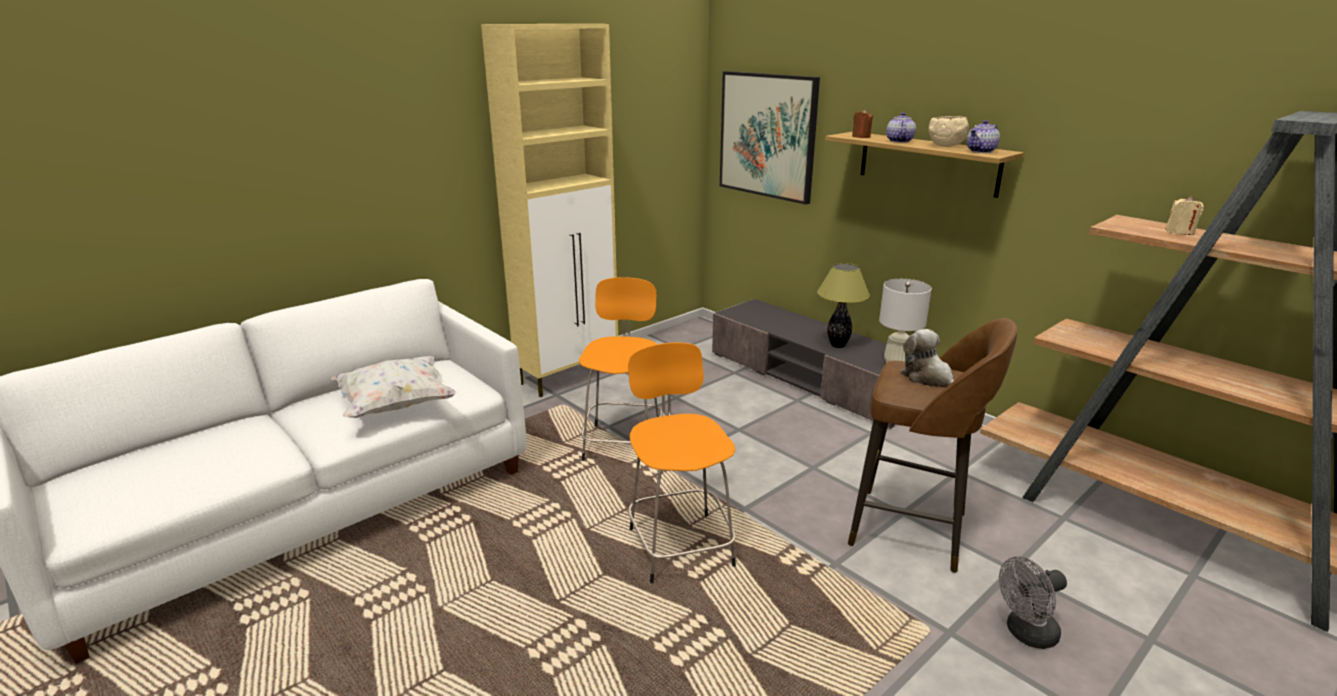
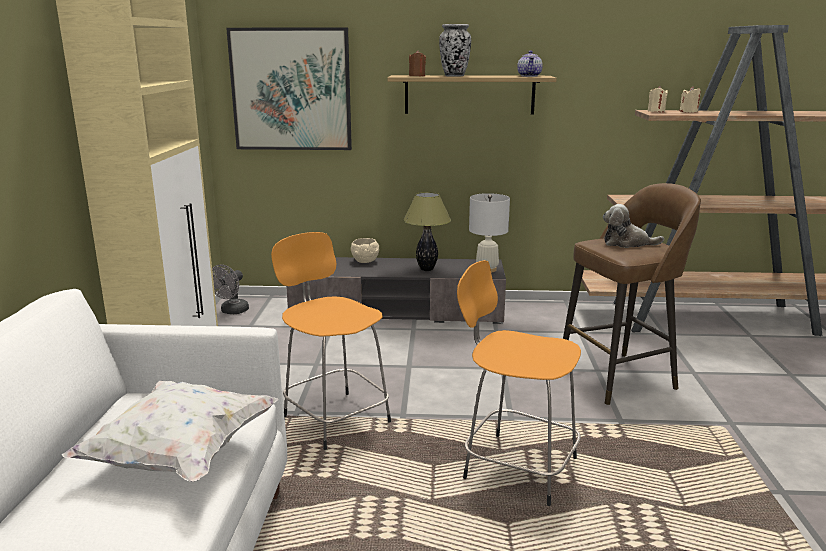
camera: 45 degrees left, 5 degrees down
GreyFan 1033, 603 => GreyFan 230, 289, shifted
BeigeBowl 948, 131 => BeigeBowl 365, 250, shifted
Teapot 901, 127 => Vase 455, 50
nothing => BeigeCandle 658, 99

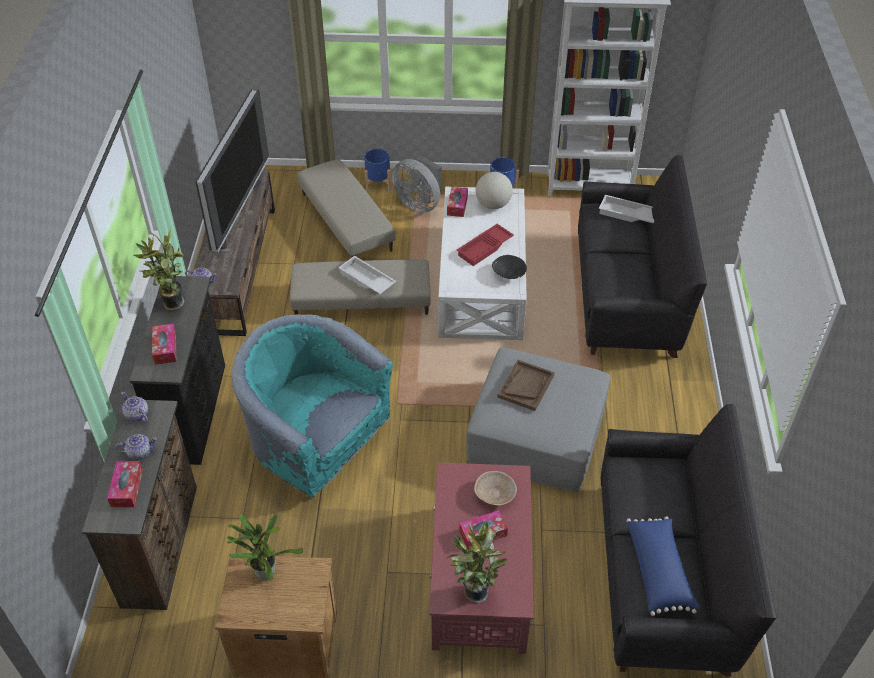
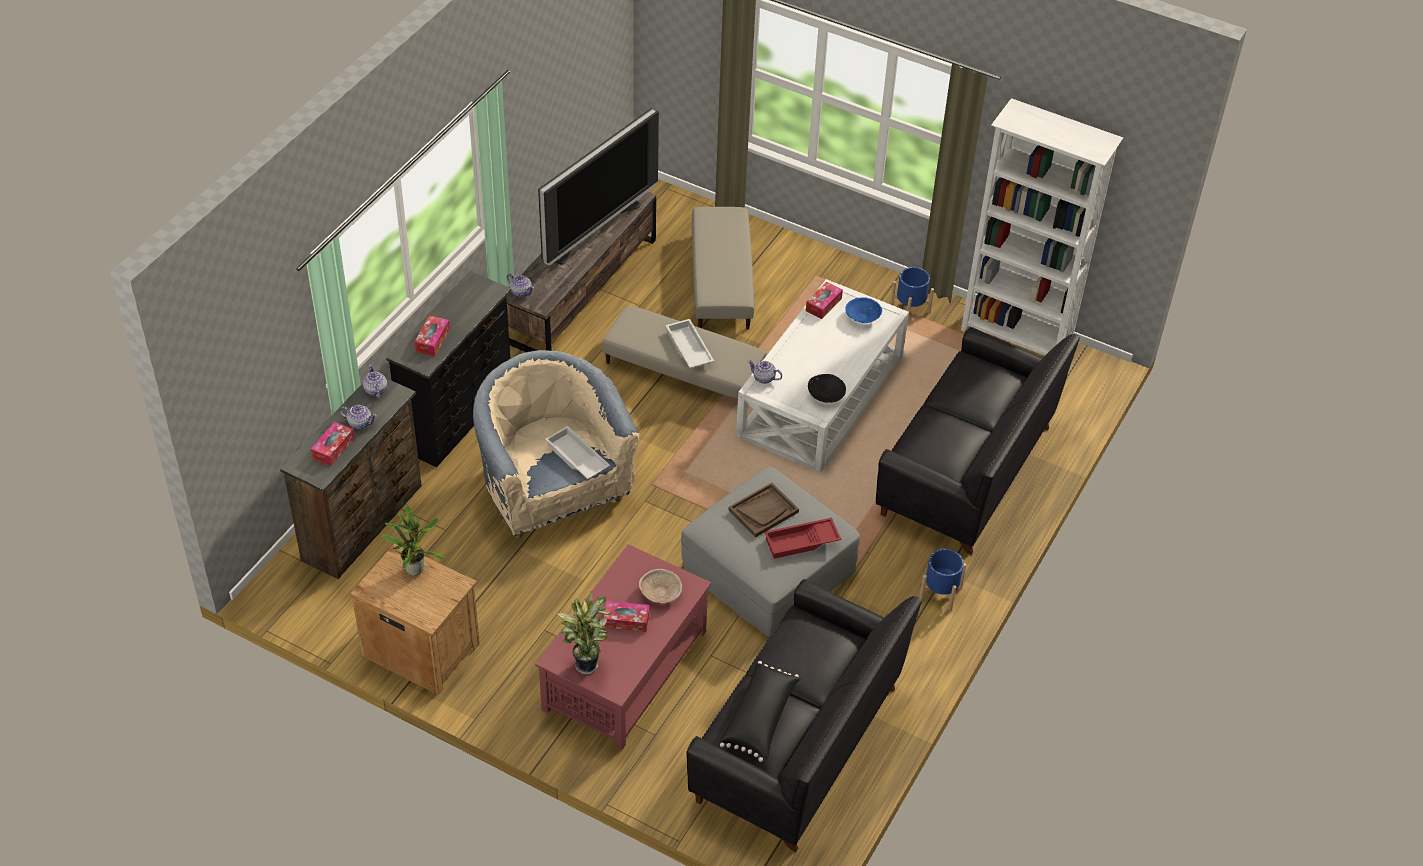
camera: 25 degrees right, 0 degrees up
TurquoiseArmchair 312, 407 => BeigeArmchair 556, 445
WhiteTray 626, 209 => WhiteTray 577, 452, shifted
BluePillow 663, 566 => BlackPillow 760, 711
nothing => Teapot 765, 372
RedTray 485, 245 => RedTray 802, 538, shifted
Globe 494, 190 => BlueBowl 863, 310
BluePlanter 377, 171 => BluePlanter 942, 580, shifted
PottedPlant 159, 270 => nothing
GreyFan 417, 184 => nothing

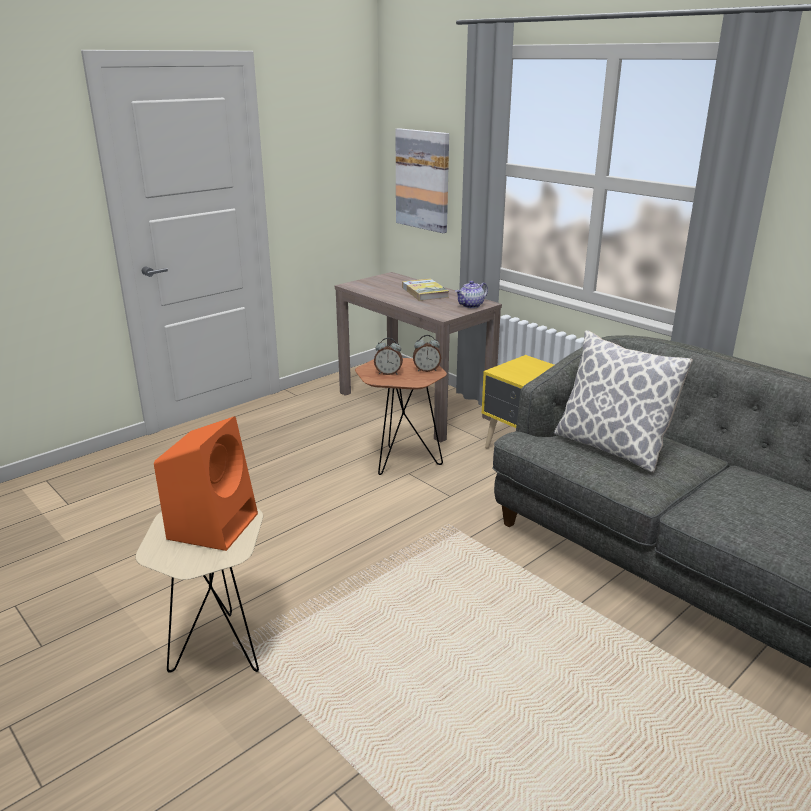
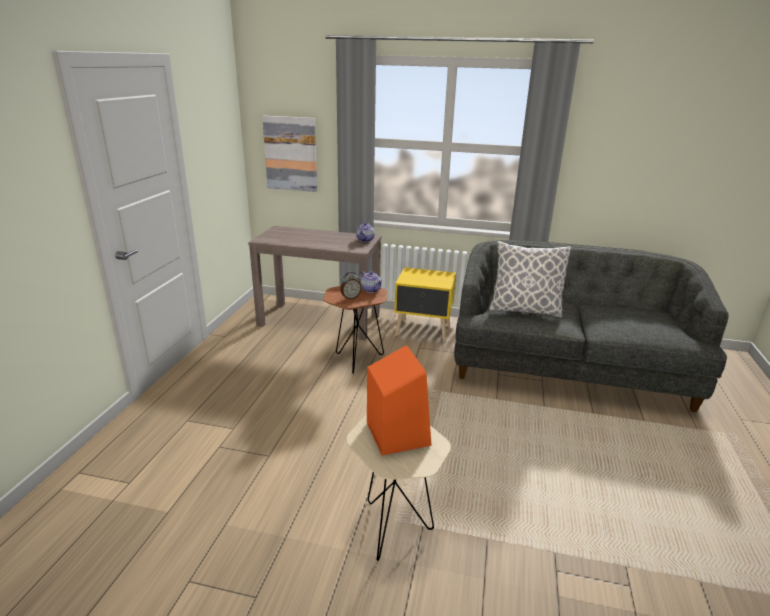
camera: 35 degrees left, 0 degrees up
AlarmClock 427, 353 => Teapot 371, 282
Book 425, 289 => nothing

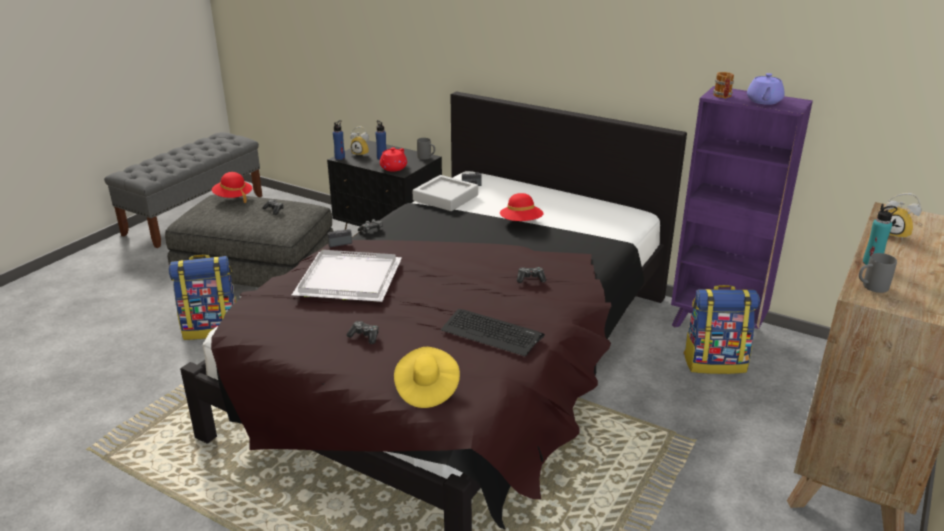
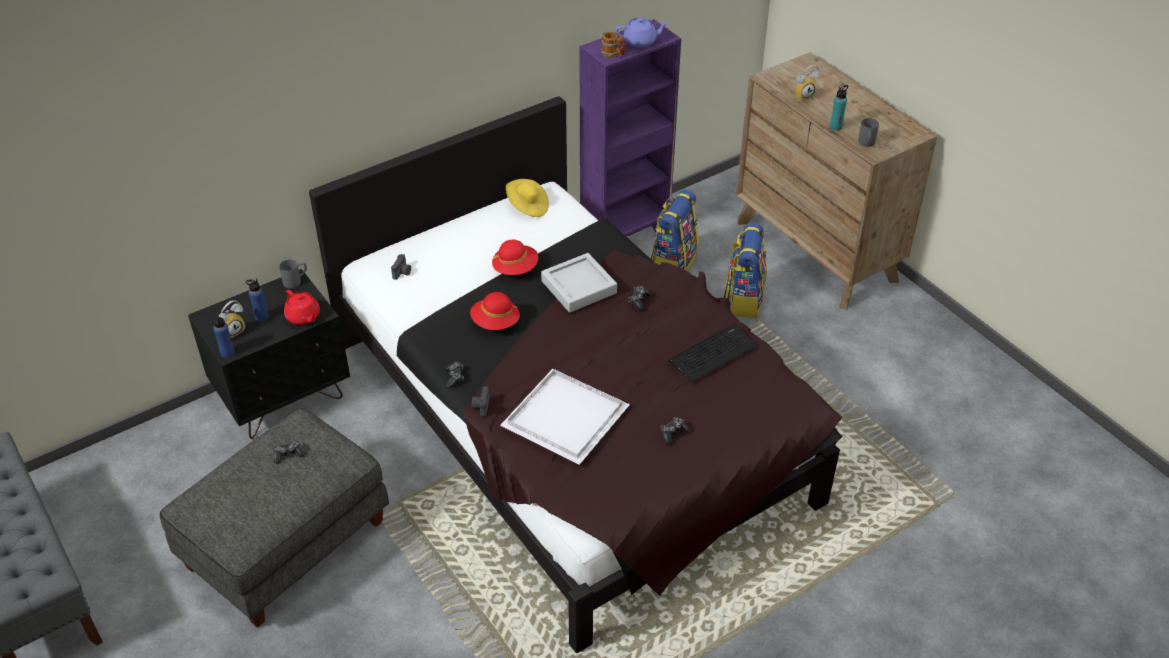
camera: 65 degrees left, 15 degrees up
RedHat 232, 187 => RedHat 495, 311, shifted
YellowHat 427, 377 => YellowHat 527, 198, shifted
GreyTray 445, 193 => GreyTray 579, 283, shifted
PurpleTeapot 766, 89 => PurpleTeapot 642, 33, 45 degrees counterclockwise
Backpack 202, 297 => Backpack 745, 270, shifted

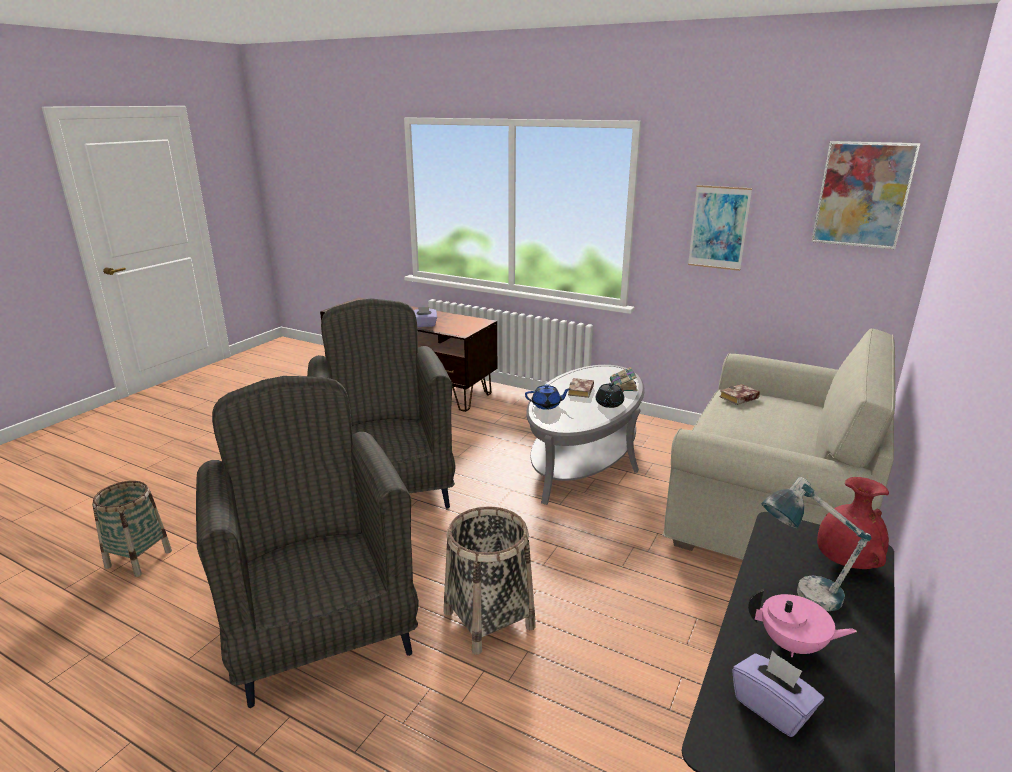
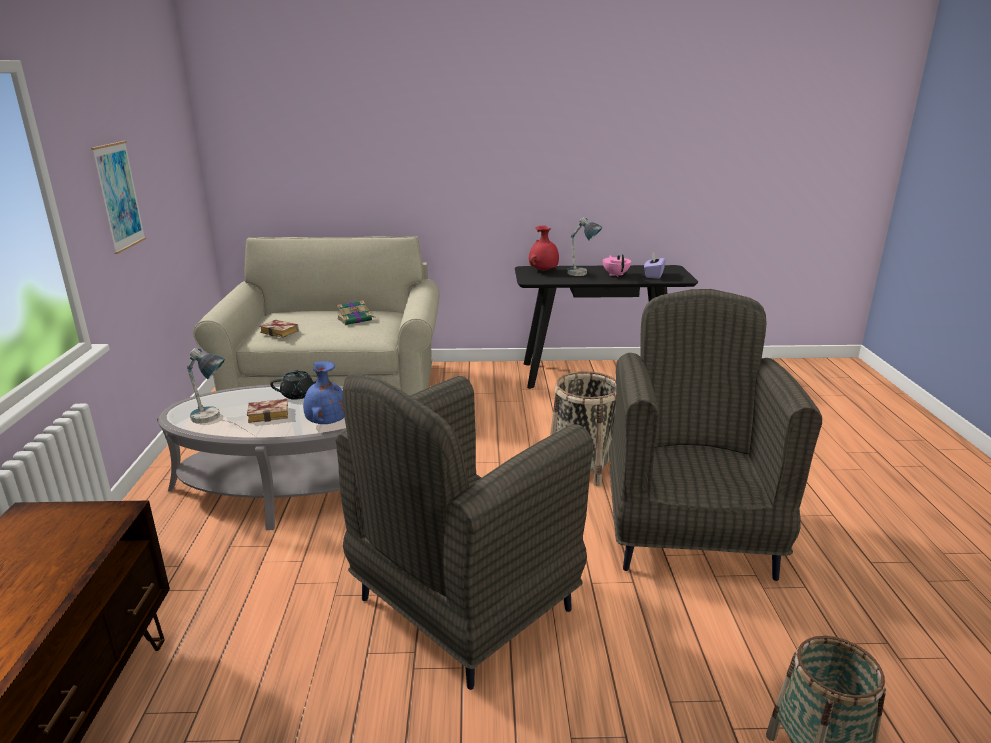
camera: 120 degrees left, 0 degrees up
nothing => TableLamp 206, 385
BlueTeapot 547, 397 => BlueVase 324, 392
Book 624, 379 => Book 355, 312, shifted
GreyArmchair 307, 542 => GreyArmchair 715, 435, 150 degrees clockwise
PurpleTissueBox 425, 317 => nothing
Picture 865, 195 => nothing

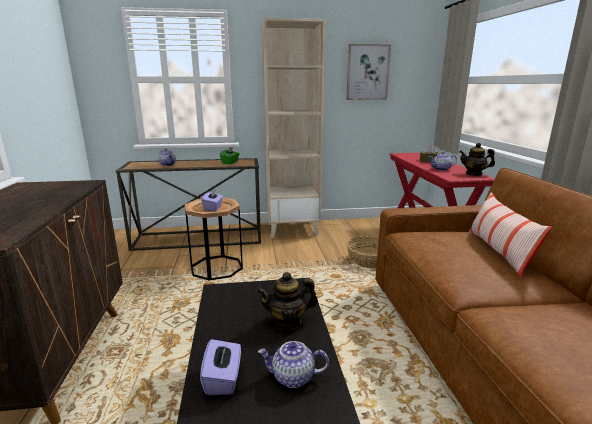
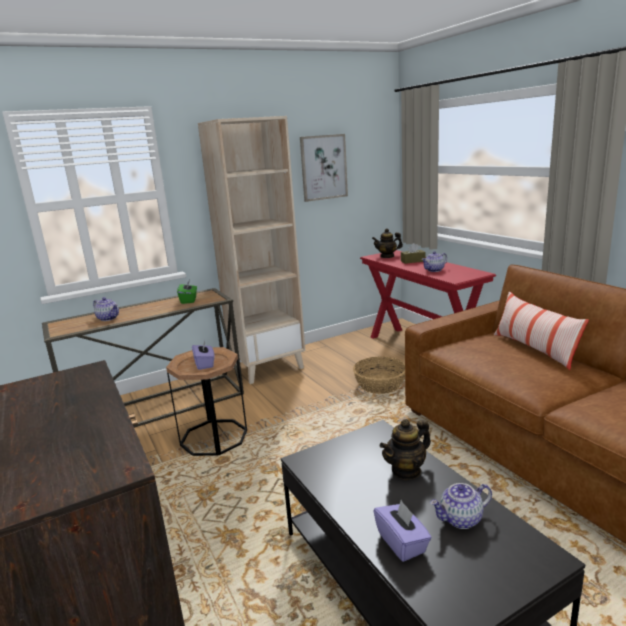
camera: 20 degrees left, 0 degrees up
Teapot 477, 159 => Teapot 387, 243, shifted

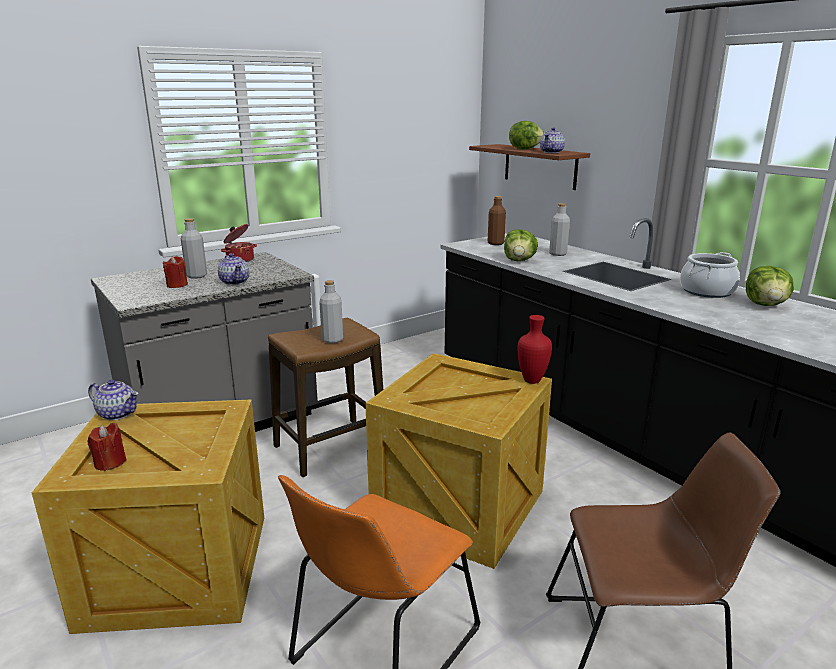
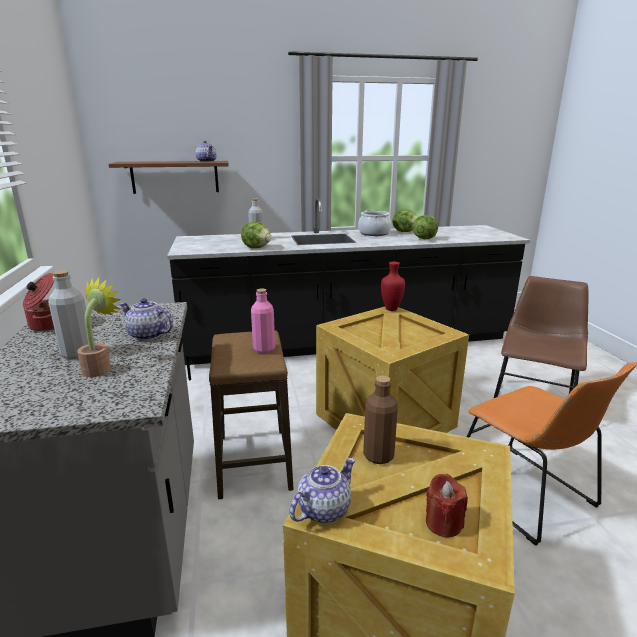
camera: 65 degrees left, 0 degrees up
RedCandle 175, 272 => PottedPlant 99, 327
Teapot 233, 269 => Teapot 146, 319, 150 degrees counterclockwise
GreyBottle 331, 311 => PinkBottle 263, 321
BrownBottle 497, 220 => BrownBottle 380, 420, shifted
Lettuce 527, 135 => Lettuce 425, 227, shifted

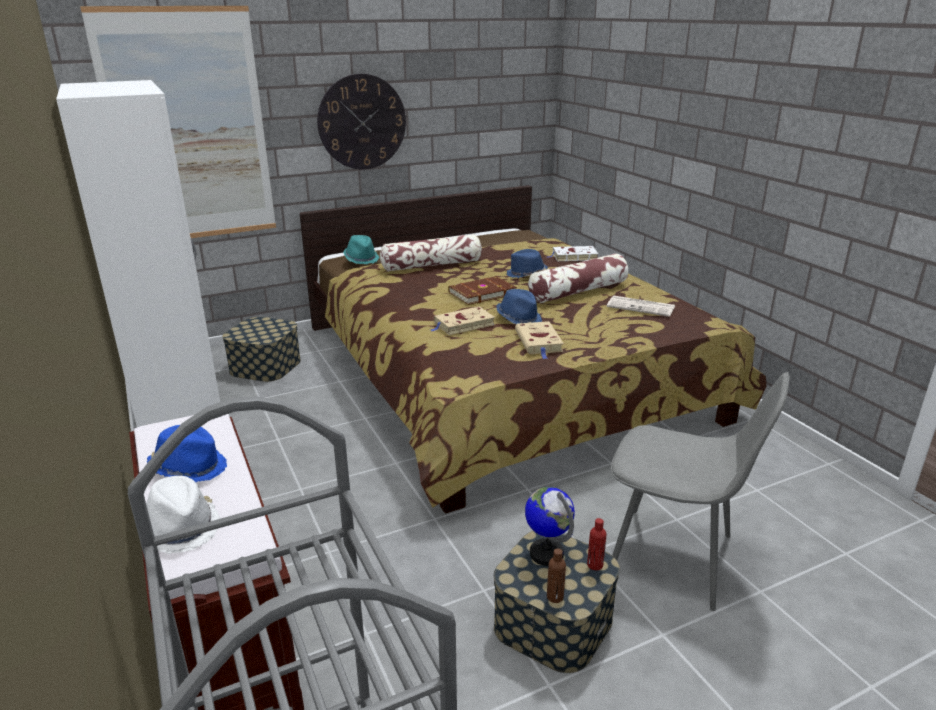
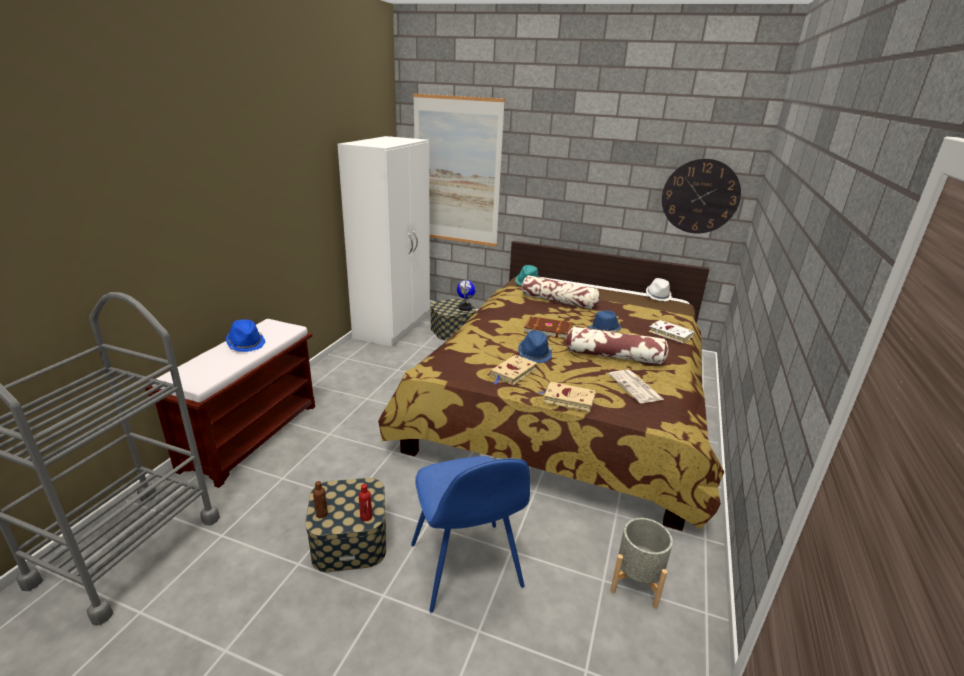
camera: 45 degrees right, 0 degrees up
GreyChair 700, 491 => BlueChair 470, 534
Globe 550, 526 => Globe 466, 295, shifted
BeigeBook 463, 320 => BeigeBook 567, 397, shifted
nothing => GreyPlanter 641, 563
WhiteHat 183, 515 => WhiteHat 659, 289, shifted
WallClock 361, 121 => WallClock 701, 196, shifted

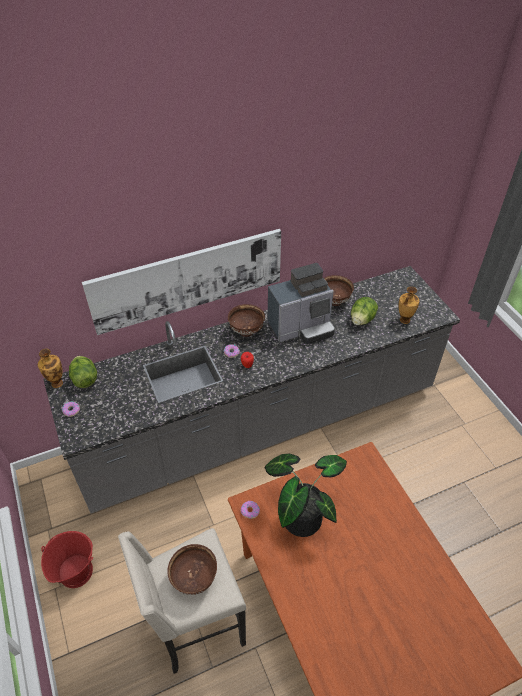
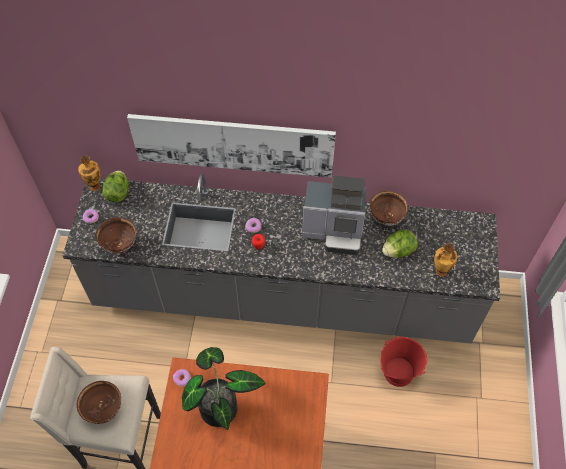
camera: 30 degrees right, 10 degrees up
BrownBowl 246, 320 => BrownBowl 115, 235, shifted
RedBucket 67, 559 => RedBucket 404, 362, shifted

